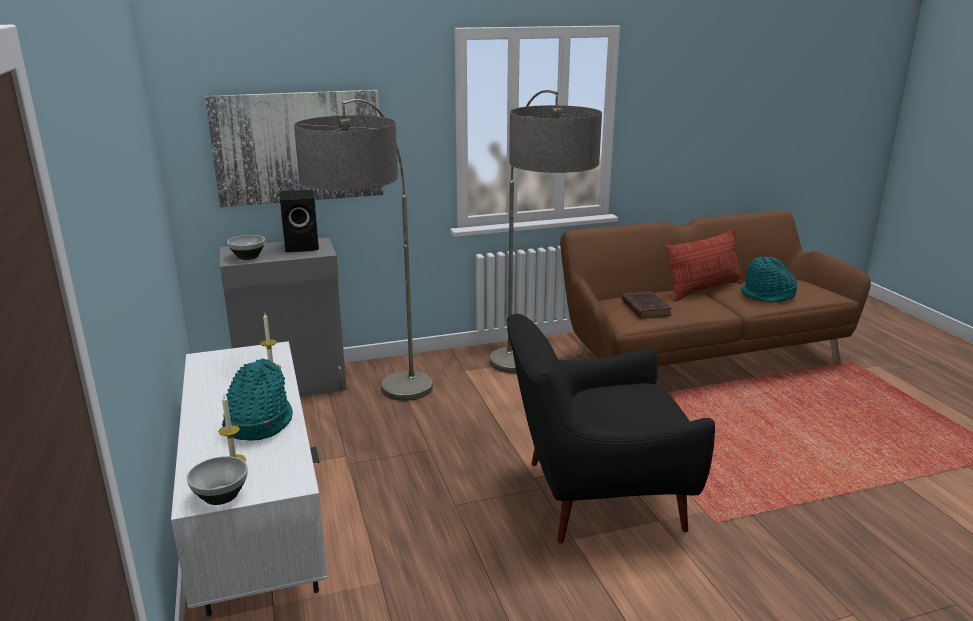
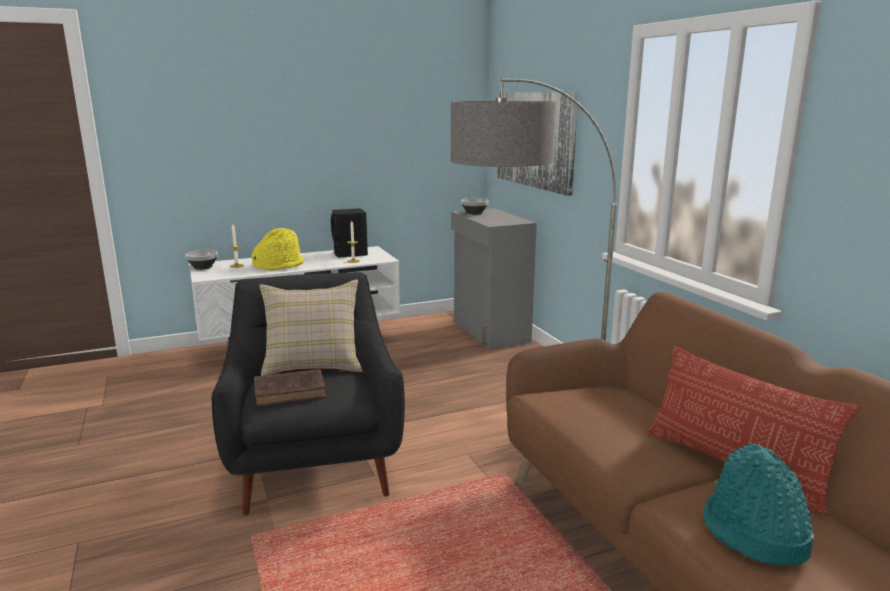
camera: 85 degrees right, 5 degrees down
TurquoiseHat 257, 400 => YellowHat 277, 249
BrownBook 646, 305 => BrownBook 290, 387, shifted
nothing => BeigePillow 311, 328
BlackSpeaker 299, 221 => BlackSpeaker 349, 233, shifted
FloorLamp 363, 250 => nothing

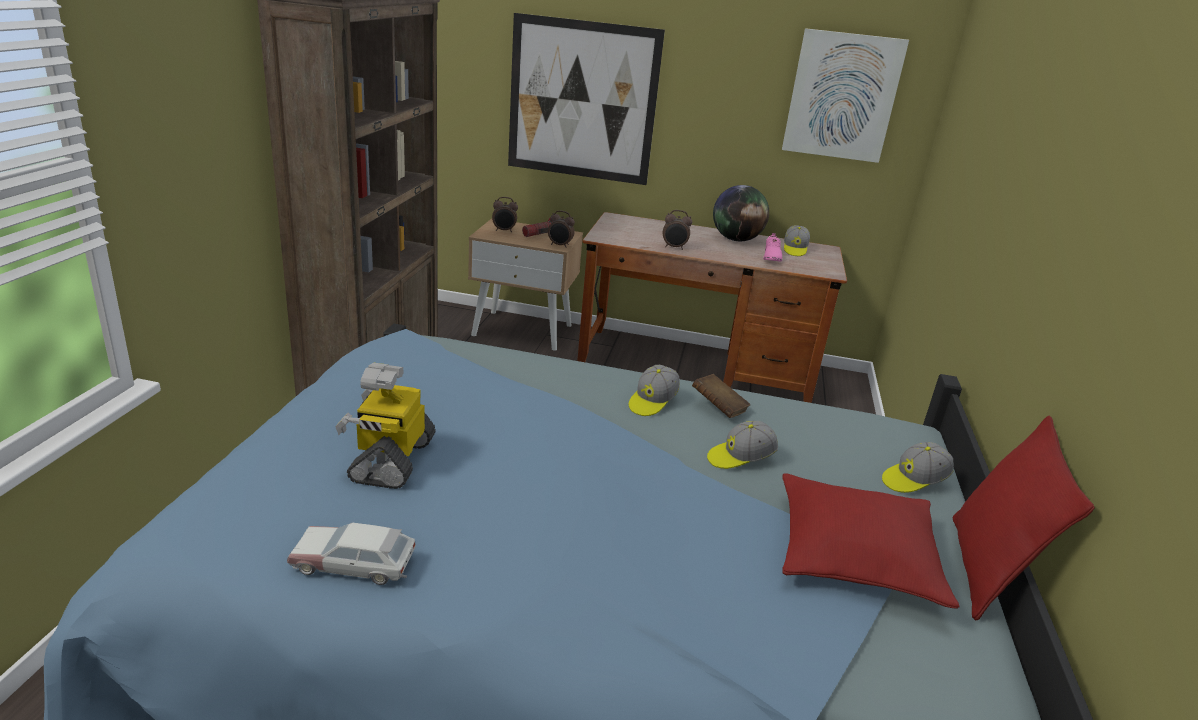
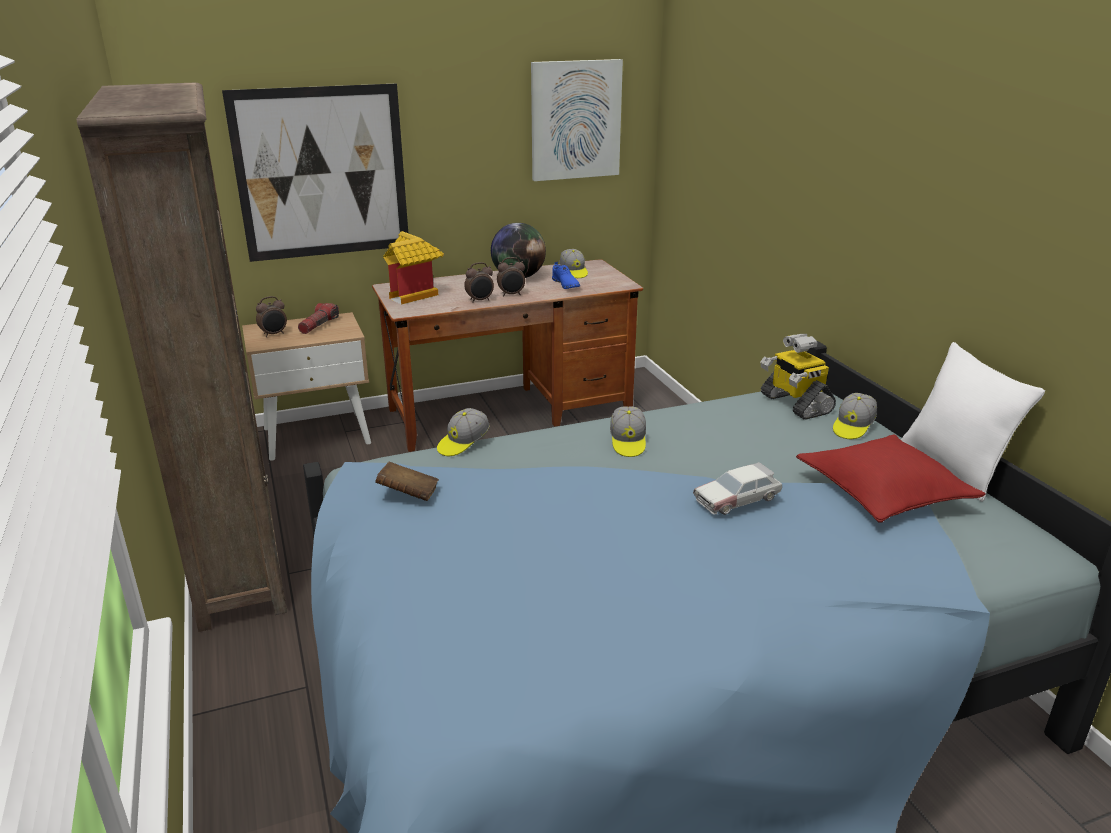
camera: 30 degrees left, 0 degrees up
BrownBook 721, 396 => BrownBook 407, 481, shifted
nothing => ToyHouse 413, 267
Cap 742, 445 => Cap 463, 432, shifted
AlarmClock 561, 229 => AlarmClock 511, 276, shifted
PinkShoe 772, 247 => BlueShoe 566, 275
ToyCar 351, 554 => ToyCar 737, 488, shifted
ToyRobot 385, 426 => ToyRobot 798, 377, shifted
RedPillow 1023, 518 => WhitePillow 973, 422

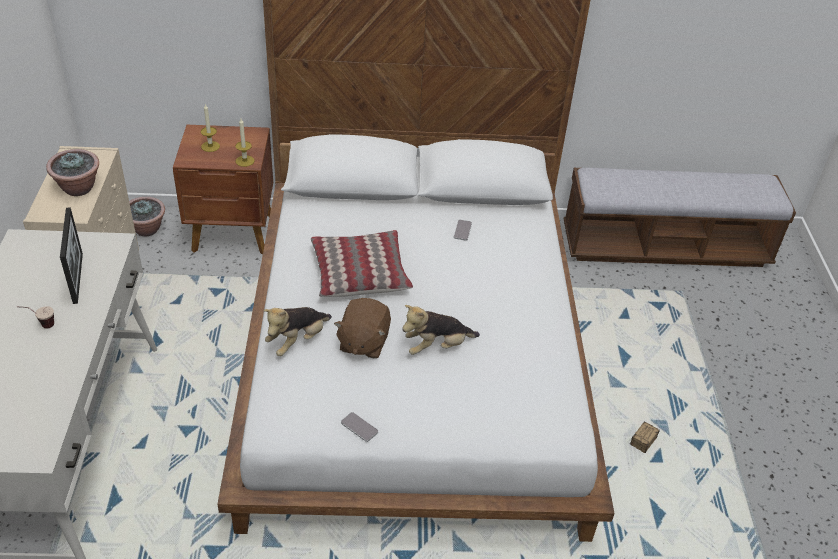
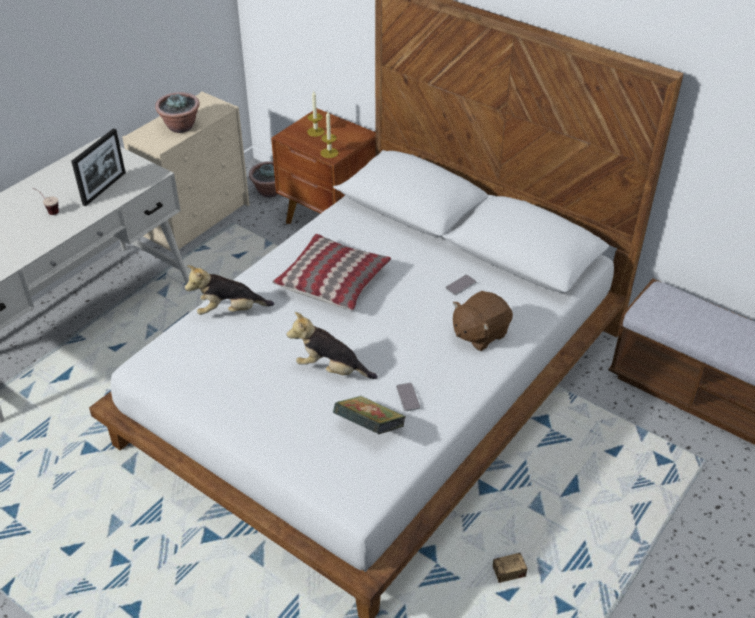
camera: 40 degrees right, 0 degrees up
nothing => Book 369, 415
Phone 359, 427 => Phone 408, 397, shifted
BrownPlushToy 362, 328 => BrownPlushToy 483, 321, shifted

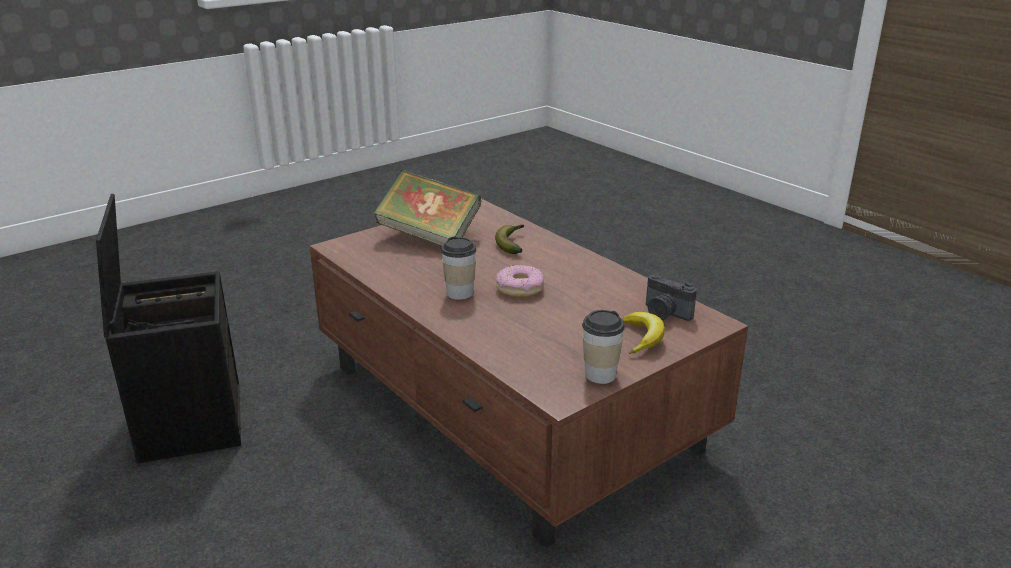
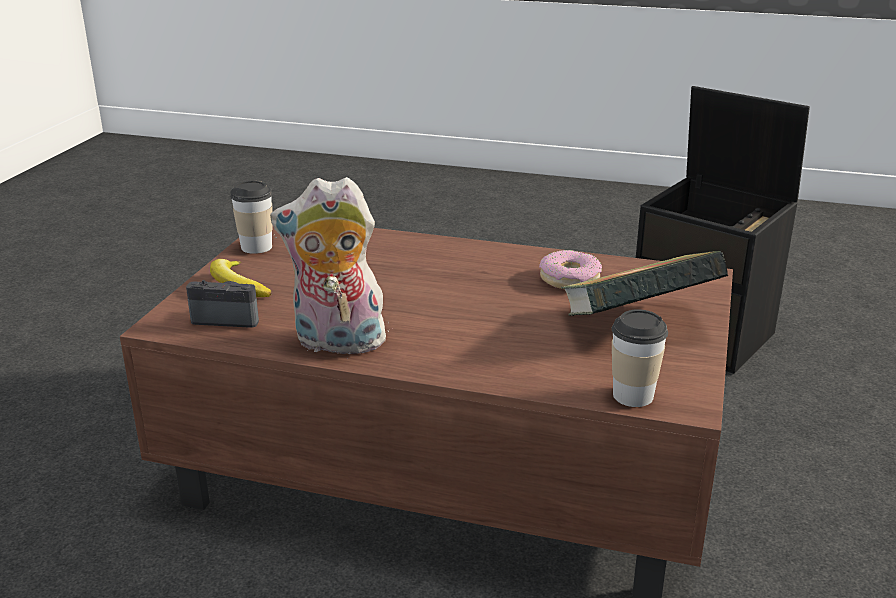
camera: 145 degrees right, 0 degrees up
nothing => PlushToy 329, 268
Donut 520, 281 => Donut 570, 269, shifted
Cup 459, 268 => Cup 640, 358, shifted
Banana 509, 239 => nothing

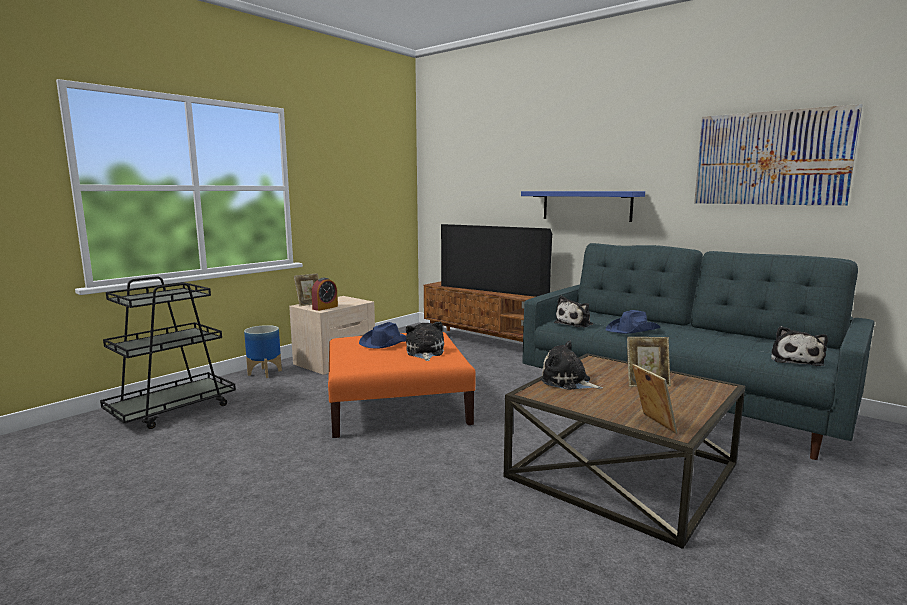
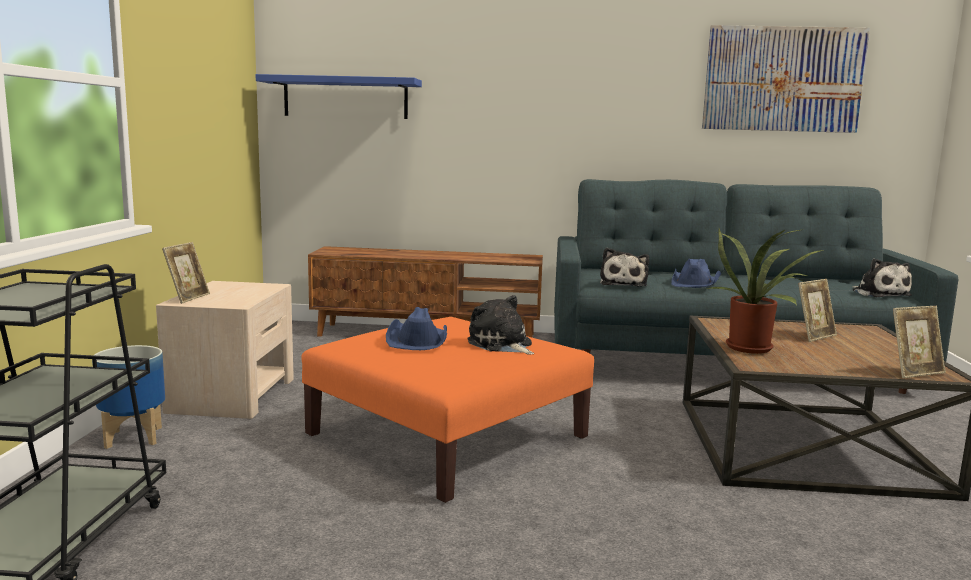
camera: 35 degrees left, 0 degrees up
BlueShelf 583, 206 => BlueShelf 339, 96, shifted
PlushToy 571, 365 => PottedPlant 765, 291
PictureFrame 655, 399 => PictureFrame 919, 342, 120 degrees clockwise
AlarmClock 324, 294 => nothing
Television 496, 260 => nothing

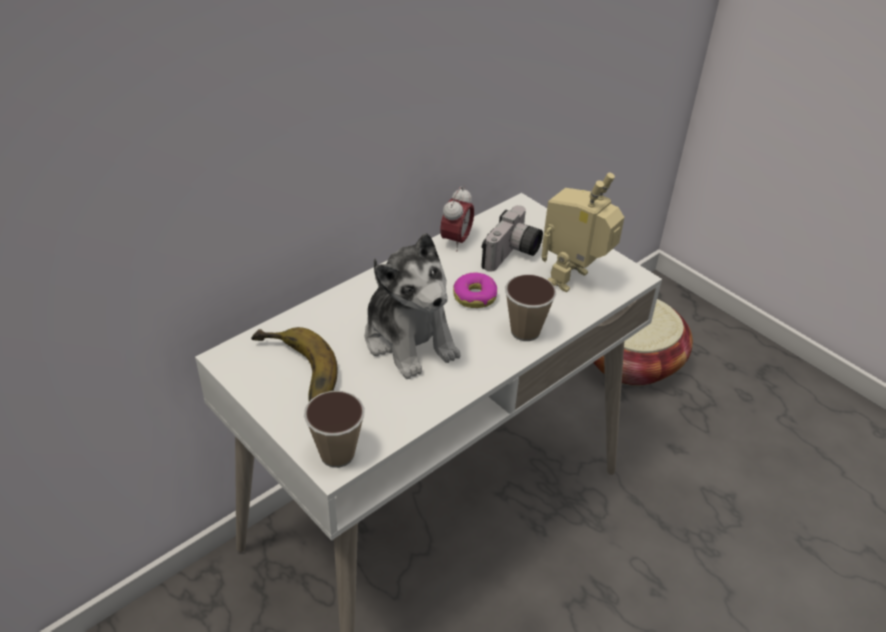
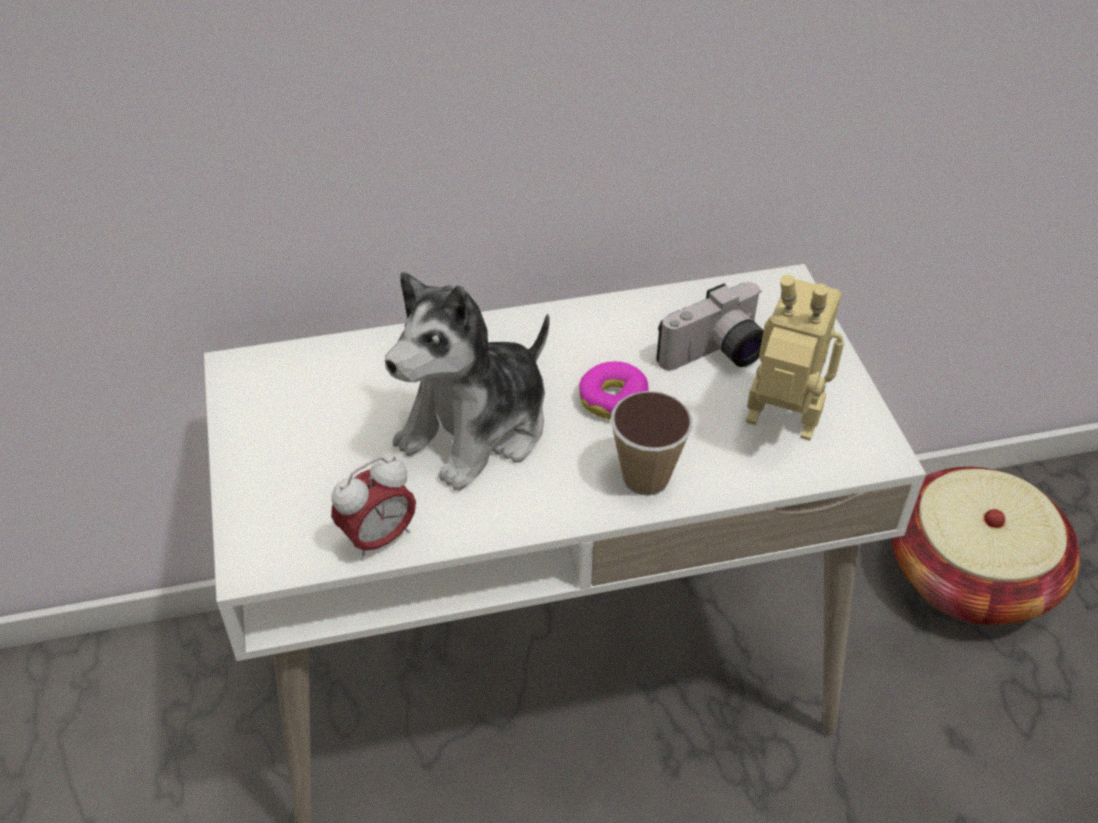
camera: 30 degrees right, 5 degrees up
AlarmClock 457, 218 => AlarmClock 373, 508, shifted
PlushToy 413, 306 => PlushToy 467, 381, 45 degrees clockwise
ToyRobot 583, 232 => ToyRobot 795, 357, 45 degrees clockwise
Banana 294, 364 => nothing
Cup 334, 429 => nothing

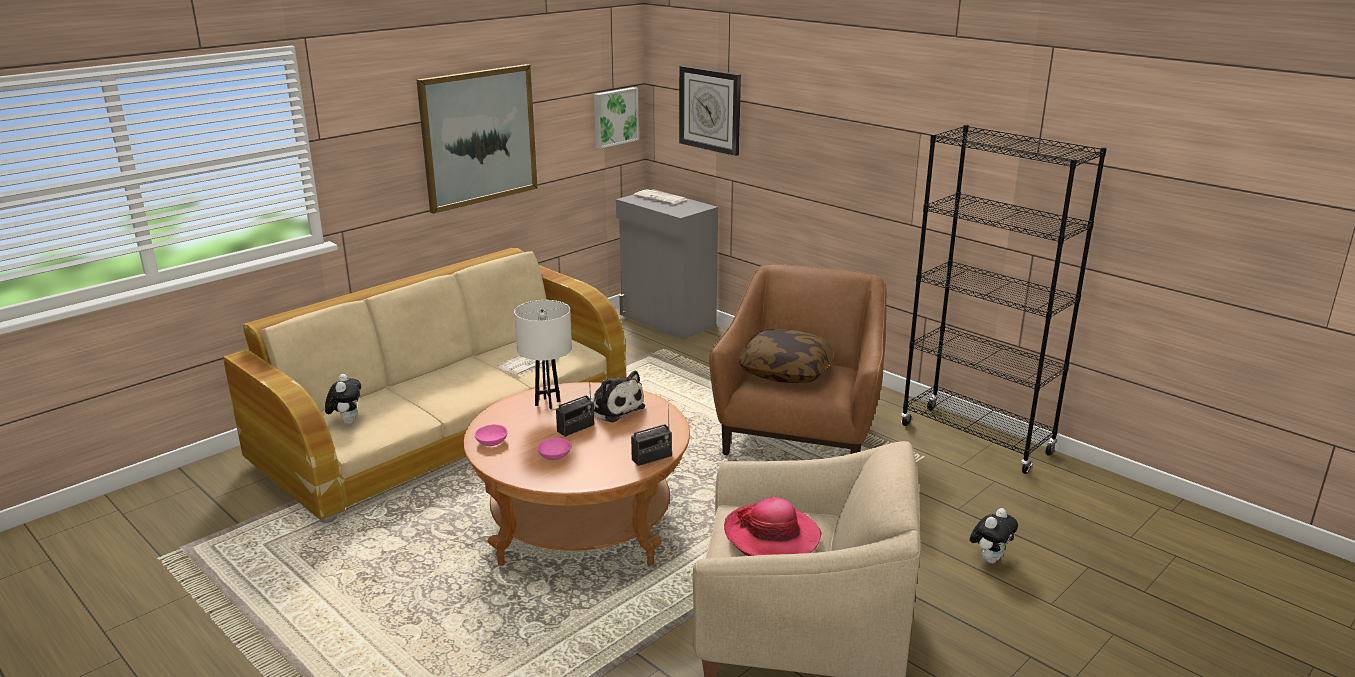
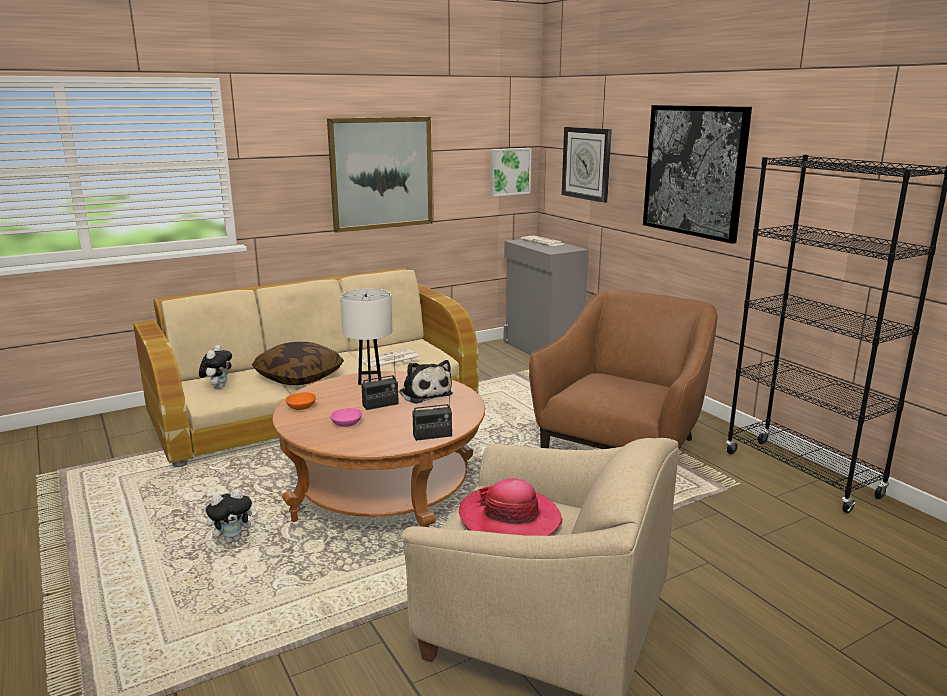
camera: 15 degrees right, 5 degrees down
PlushToy 994, 535 => PlushToy 232, 516, shifted
Pillow 786, 356 => Pillow 298, 363, shifted
PinkBowl 491, 435 => OrangeBowl 300, 401
nothing => Picture 697, 174

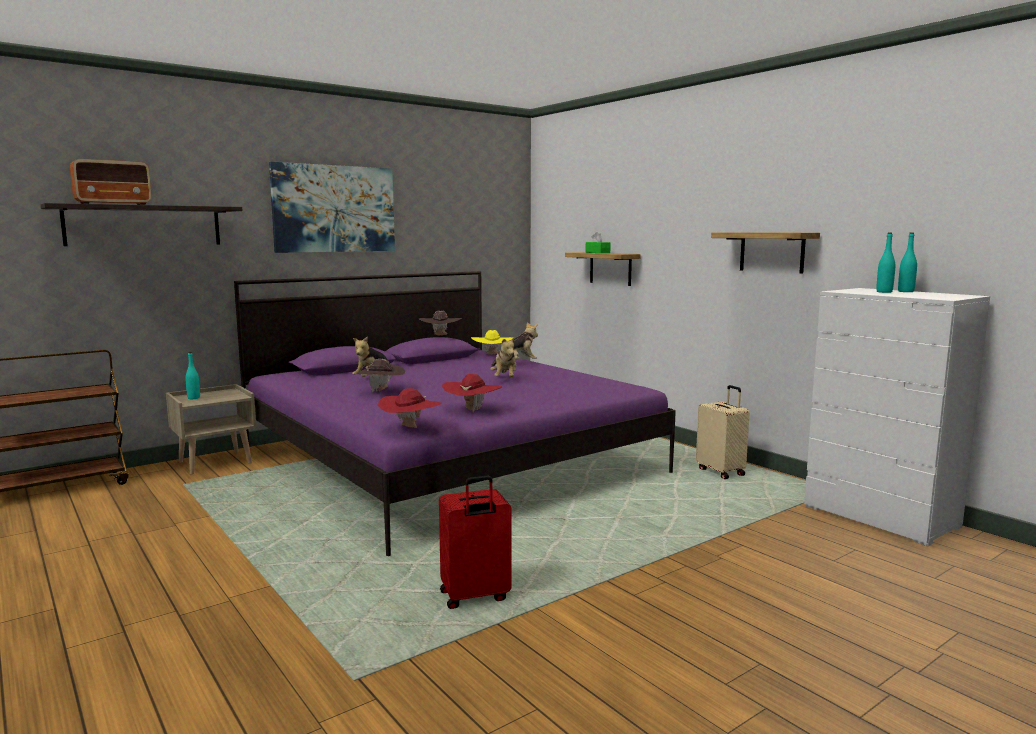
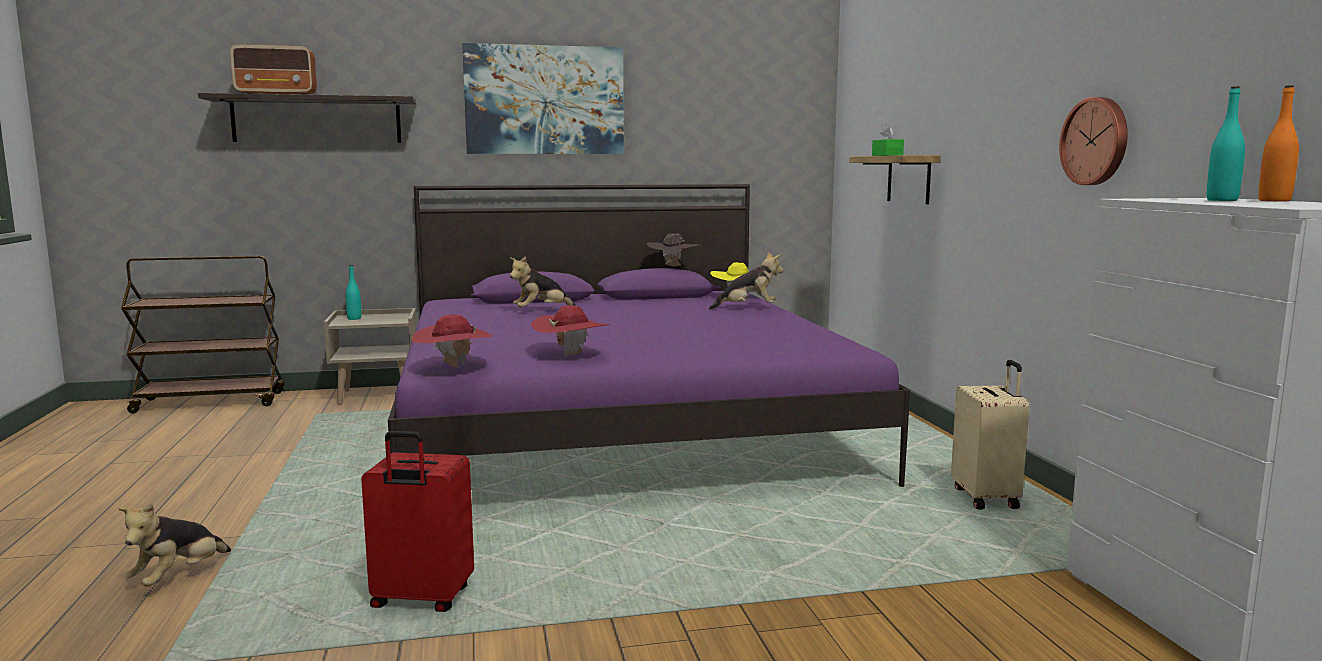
camera: 25 degrees right, 0 degrees up
PlushToy 503, 356 => PlushToy 174, 544, shifted
Shelf 765, 253 => WallClock 1093, 141
TurquoiseBottle 907, 262 => OrangeBottle 1279, 143
BrownHat 380, 375 => nothing

